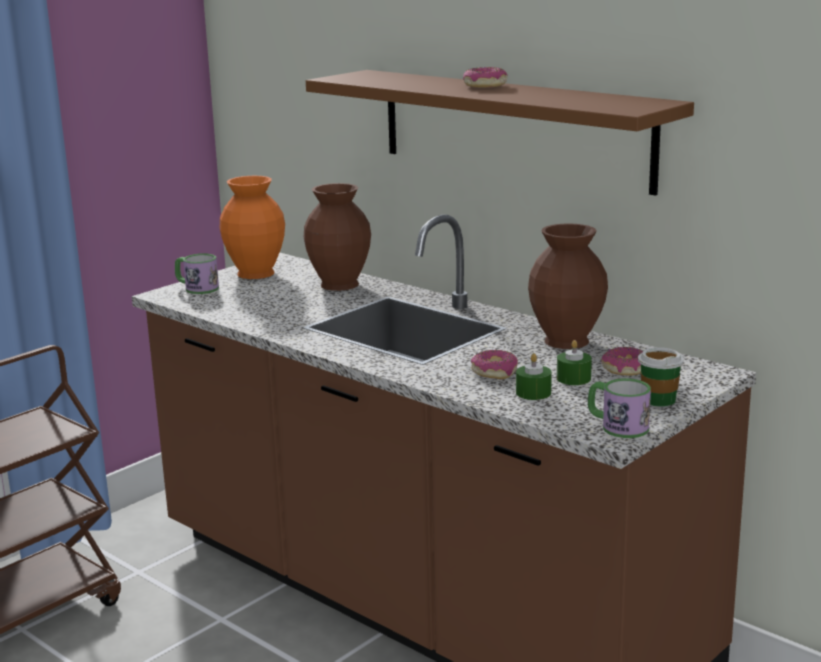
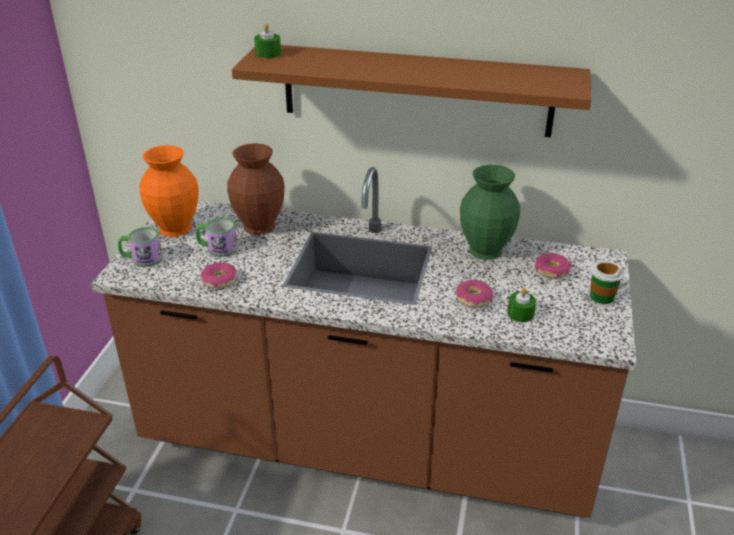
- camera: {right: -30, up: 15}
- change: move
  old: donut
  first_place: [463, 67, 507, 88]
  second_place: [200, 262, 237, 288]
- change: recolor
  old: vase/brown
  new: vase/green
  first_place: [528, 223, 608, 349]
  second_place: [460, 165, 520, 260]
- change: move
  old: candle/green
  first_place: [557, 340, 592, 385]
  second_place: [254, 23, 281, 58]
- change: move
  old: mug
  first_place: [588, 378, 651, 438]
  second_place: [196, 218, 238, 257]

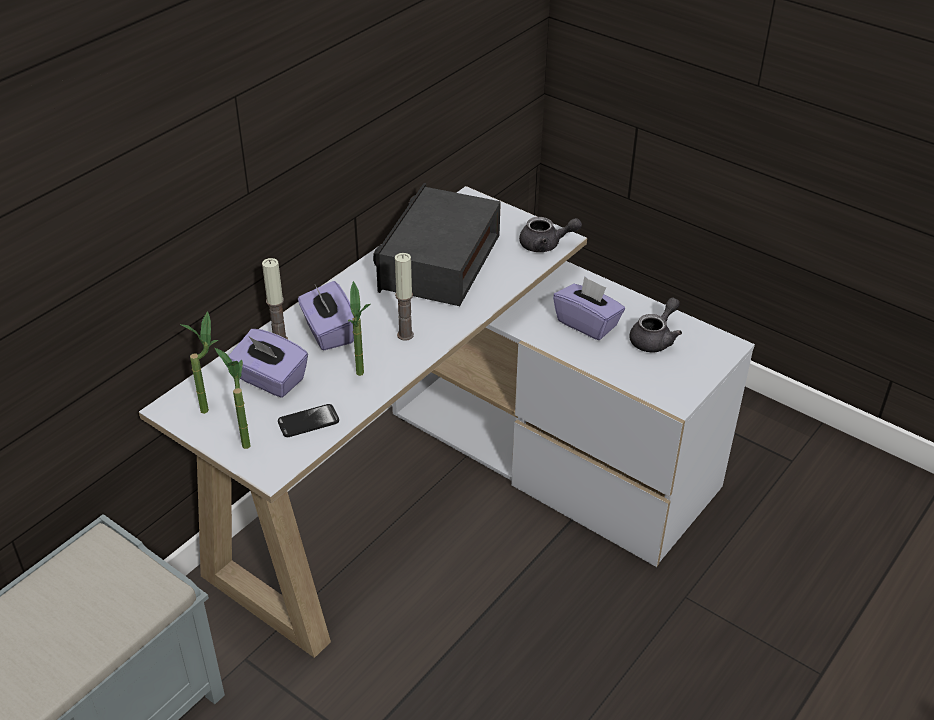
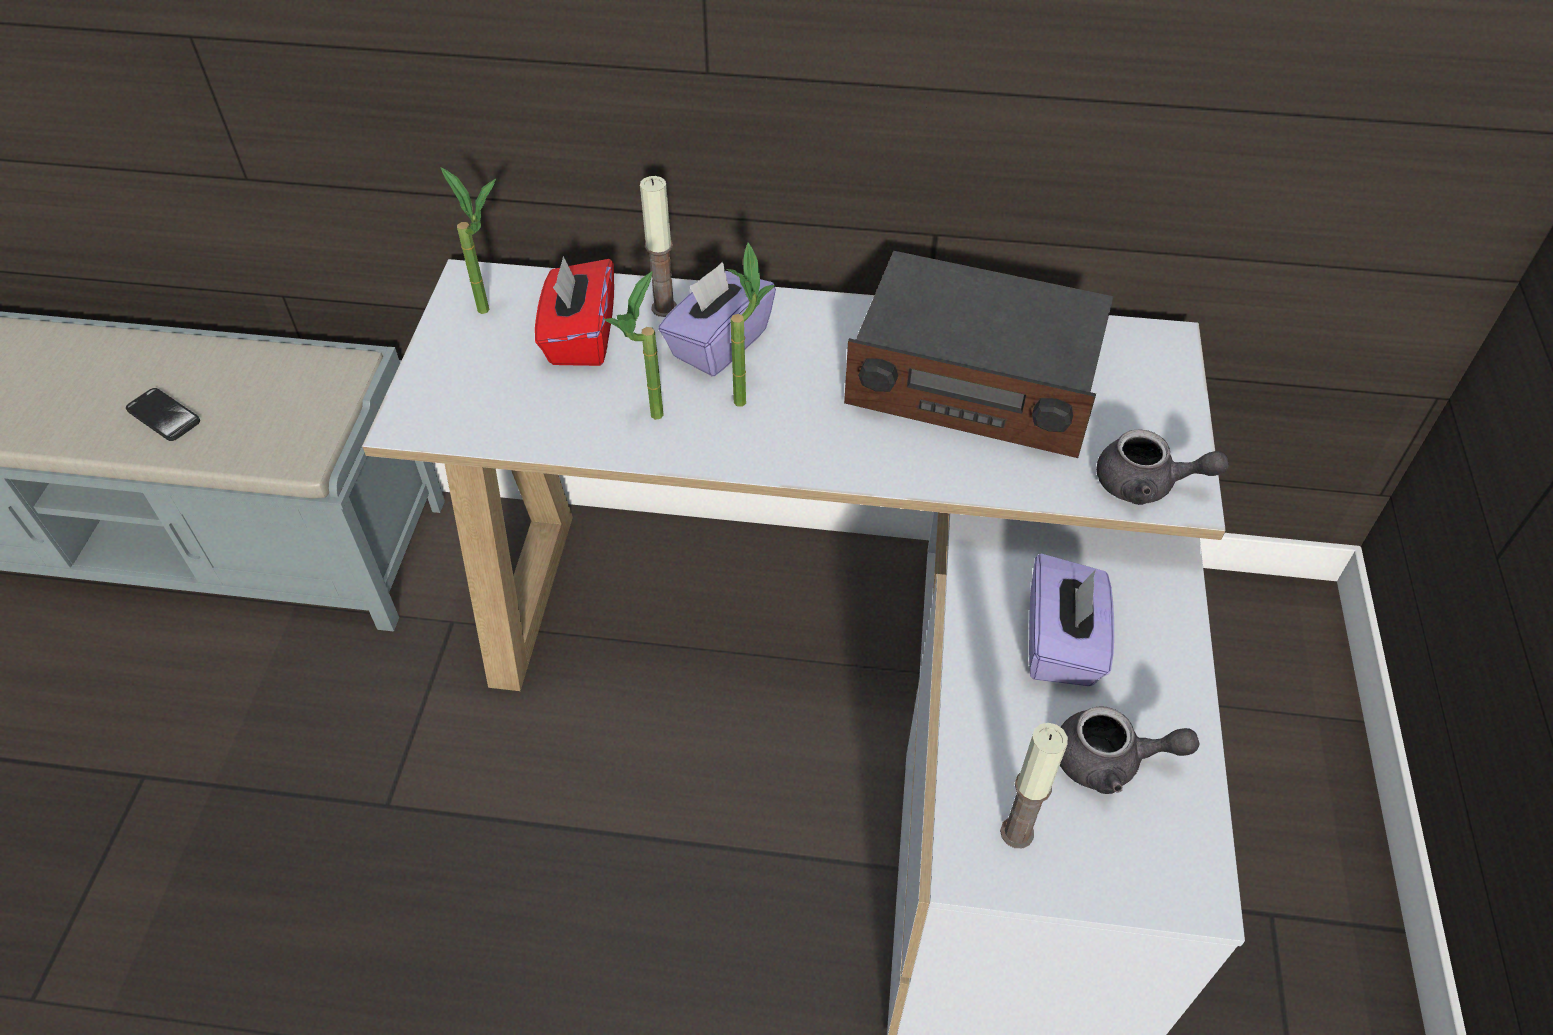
- camera: {right: 60, up: 10}
- change: move
  old: potted plant
  first_place: [215, 348, 251, 449]
  second_place: [727, 242, 775, 407]
- change: recolor
  old: tissue box/purple
  new: tissue box/red
  first_place: [229, 329, 308, 398]
  second_place: [535, 256, 614, 366]
- change: move
  old: phone
  first_place: [278, 404, 339, 437]
  second_place: [126, 388, 200, 441]
- change: rotate
  old: radio
  first_place: [373, 183, 501, 306]
  second_place: [844, 251, 1113, 458]
  degrees: -150
- change: move
  old: candle
  first_place: [395, 253, 414, 341]
  second_place: [1000, 723, 1068, 848]
- change: rotate
  old: teapot/grey
  first_place: [519, 217, 582, 252]
  second_place: [1096, 429, 1229, 505]
  degrees: -45

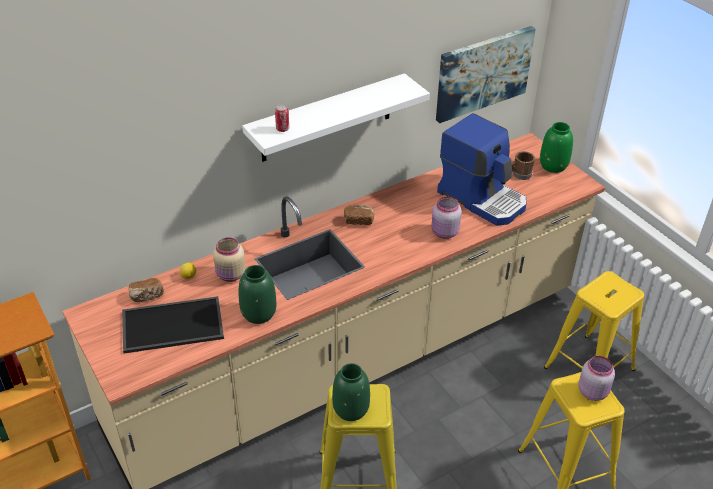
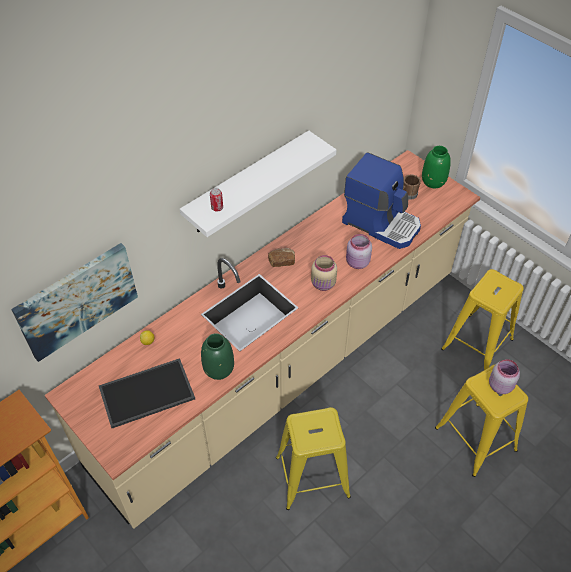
- camera: {right: -10, up: 10}
- change: delete
  old: bread
  first_place: [129, 278, 164, 302]
- change: move
  old: jar/beige
  first_place: [213, 237, 246, 282]
  second_place: [311, 255, 337, 291]
- change: delete
  old: vase/green
  first_place: [332, 363, 370, 421]
- change: move
  old: picture
  first_place: [436, 26, 536, 123]
  second_place: [11, 243, 138, 362]

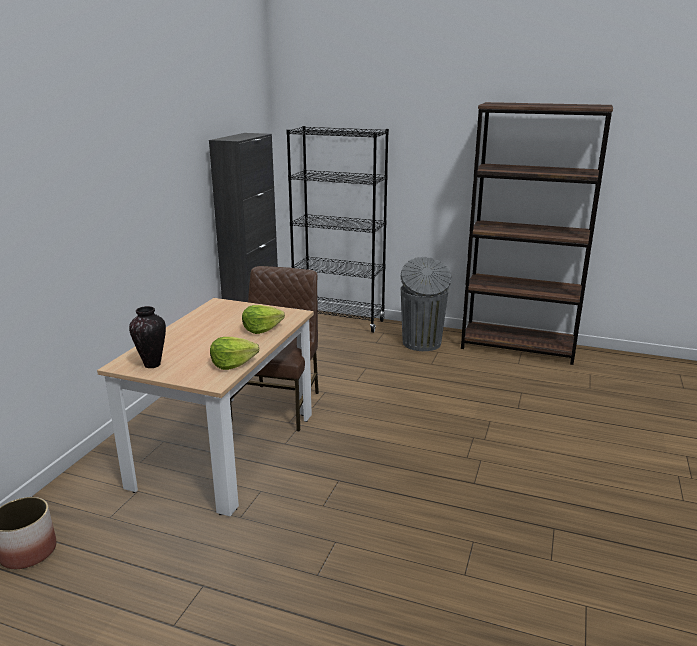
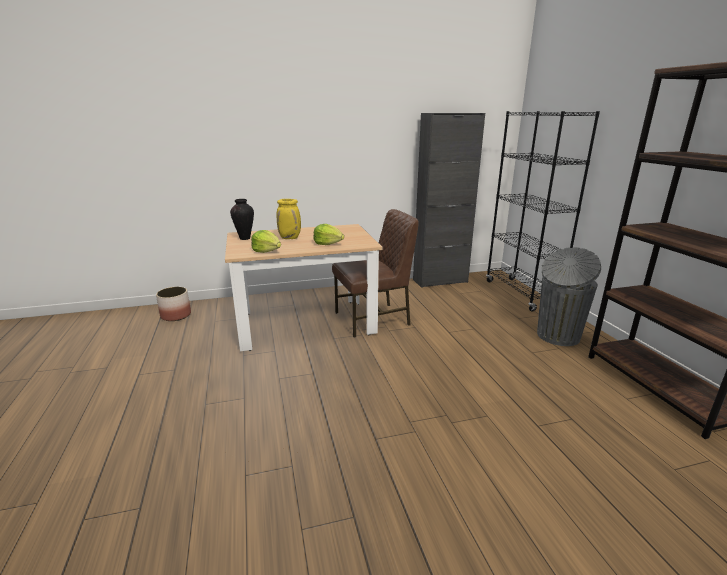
- camera: {right: 55, up: 0}
- change: insert
  new: vase/yellow
  second_place: [277, 199, 301, 239]

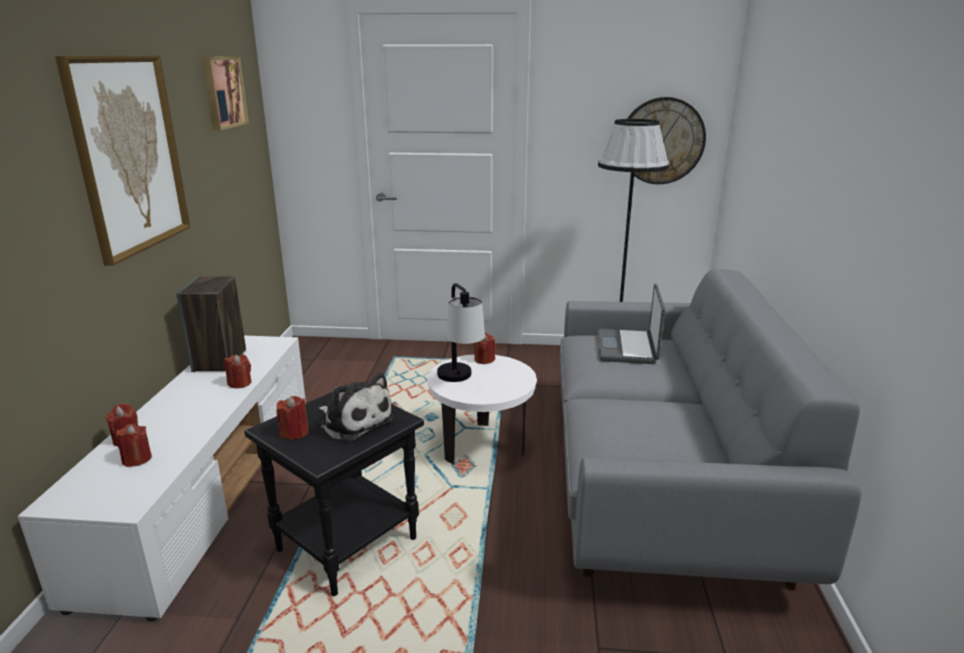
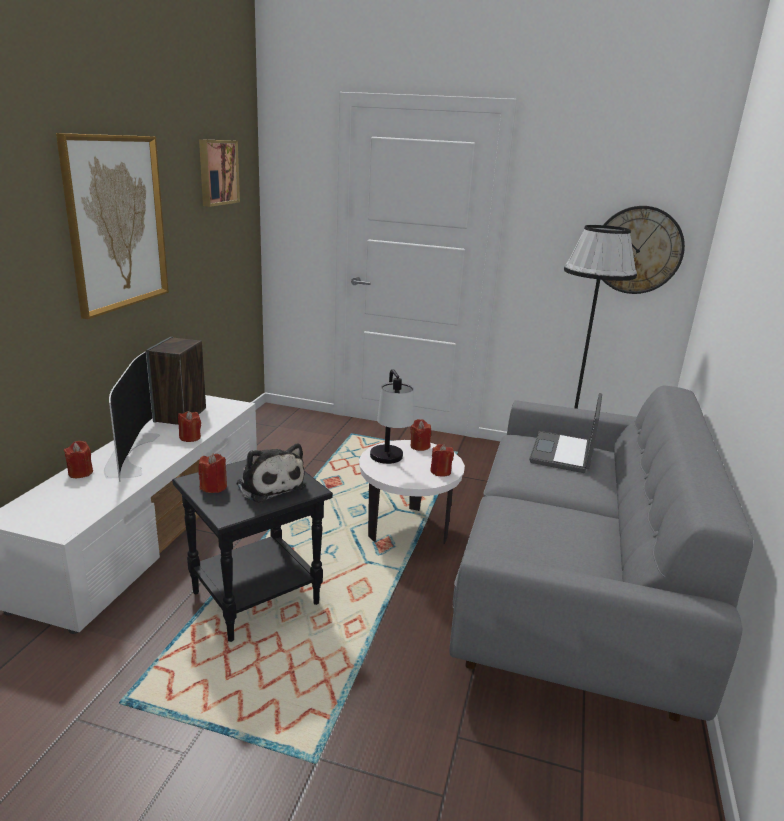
- camera: {right: 10, up: 0}
- change: move
  old: candle/red
  first_place: [115, 424, 152, 467]
  second_place: [430, 444, 454, 477]
- change: insert
  new: television
  second_place: [104, 352, 160, 482]

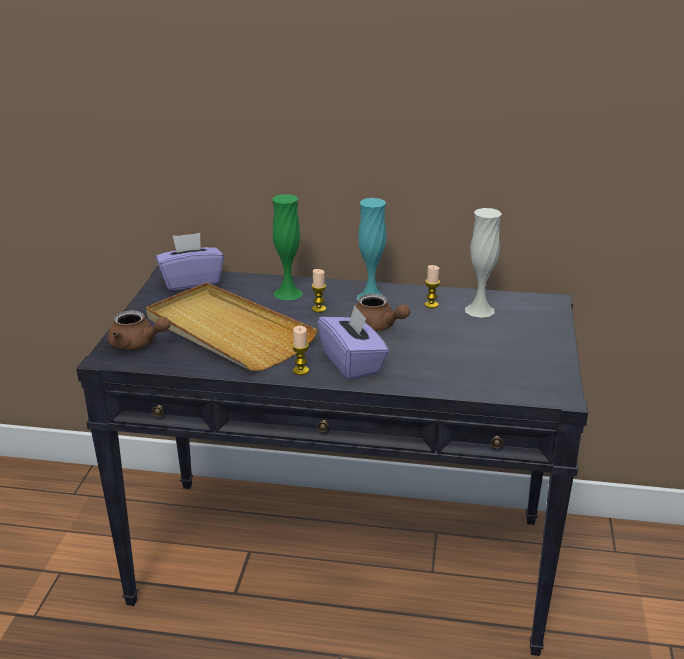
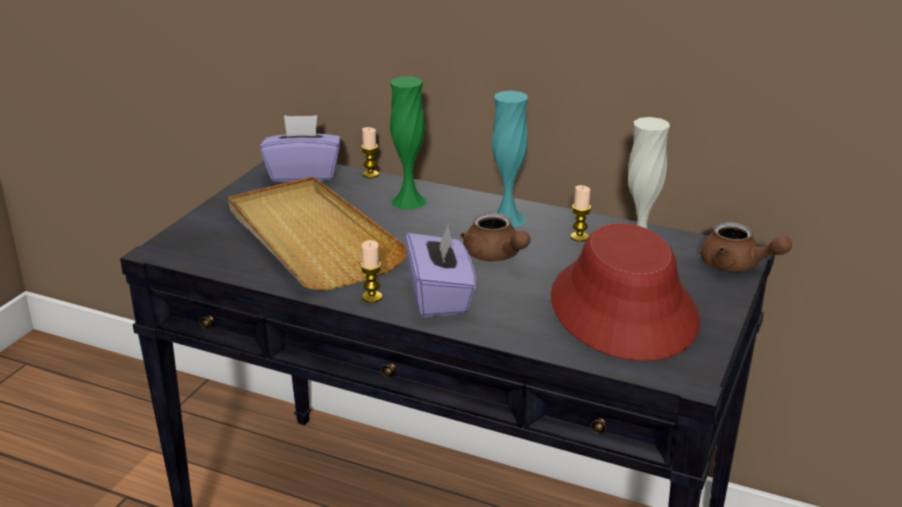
- camera: {right: 15, up: 0}
- change: move
  old: teapot/brown
  first_place: [108, 310, 171, 350]
  second_place: [700, 222, 792, 272]
- change: move
  old: candle
  first_place: [311, 269, 326, 313]
  second_place: [361, 127, 379, 178]
- change: insert
  new: hat/red
  second_place: [551, 223, 700, 361]

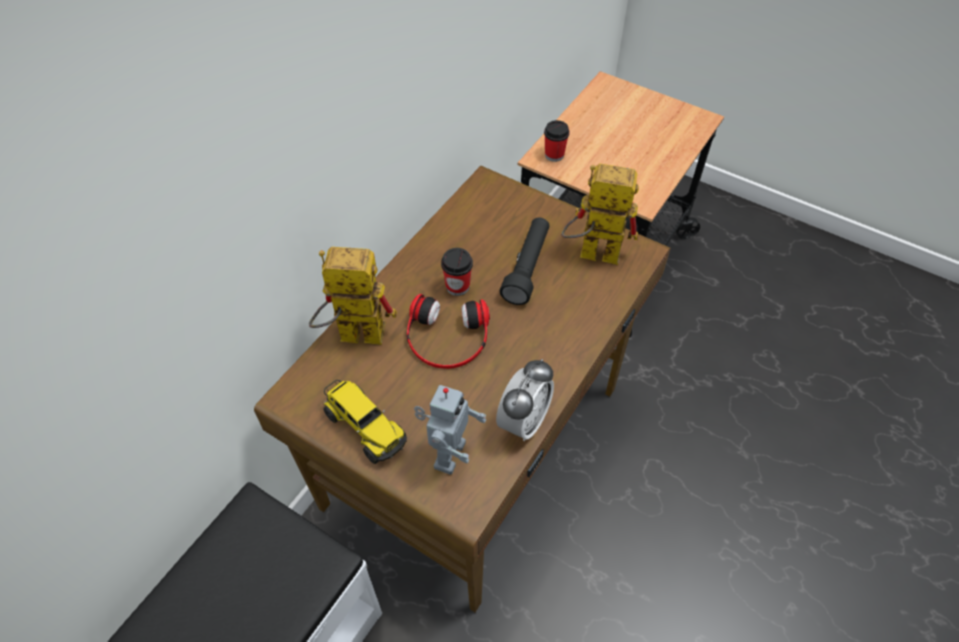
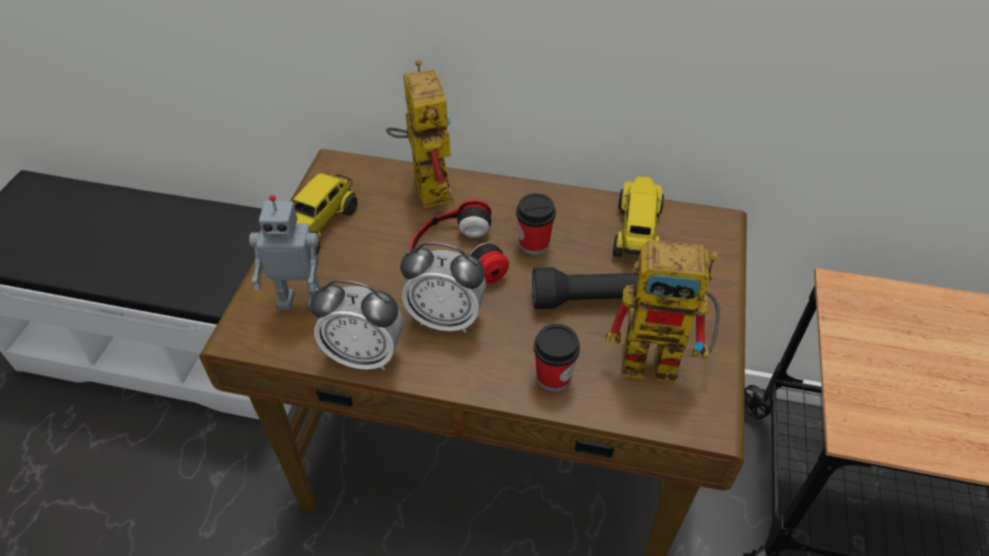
- camera: {right: 70, up: -5}
- change: move
  old: cup
  first_place: [544, 120, 570, 162]
  second_place: [534, 324, 580, 392]
- change: rotate
  old: toy robot
  first_place: [561, 164, 639, 265]
  second_place: [605, 240, 720, 383]
  degrees: 105
- change: insert
  new: alarm clock
  second_place: [400, 242, 486, 333]
- change: insert
  new: toy truck
  second_place: [613, 176, 664, 257]

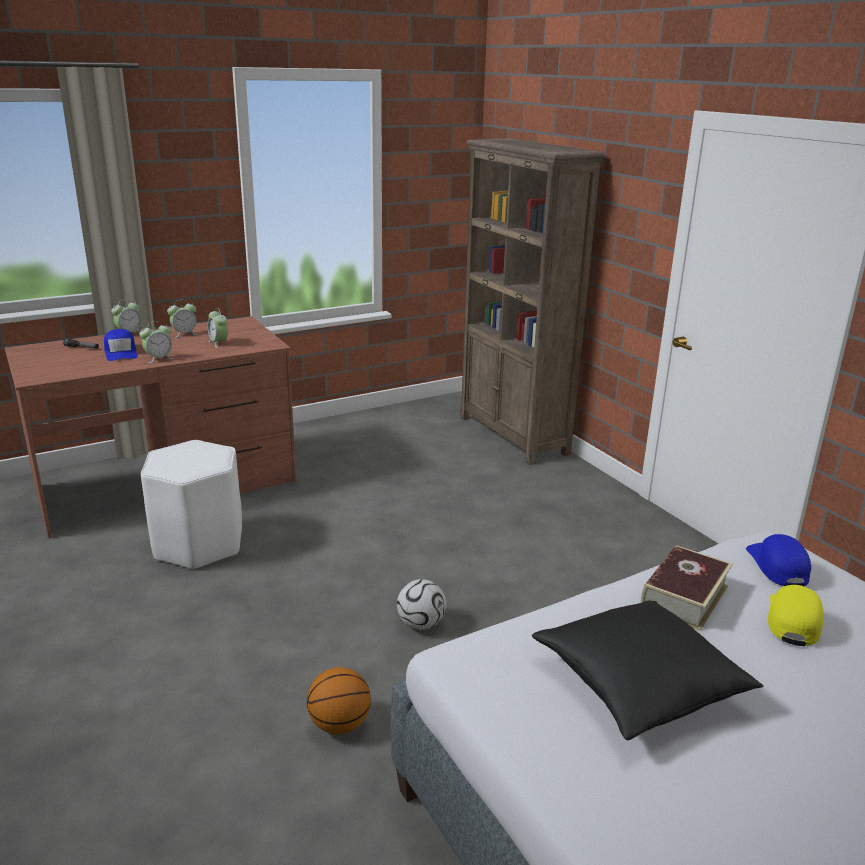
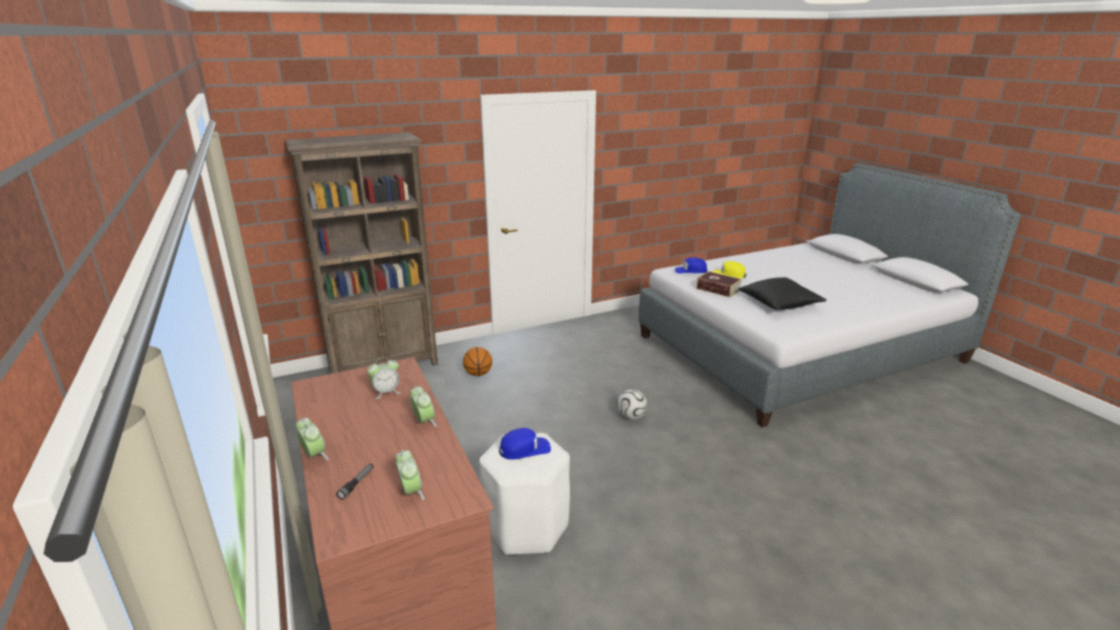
- camera: {right: -85, up: 0}
- change: move
  old: cap/blue
  first_place: [104, 329, 138, 361]
  second_place: [499, 428, 551, 459]
- change: move
  old: alarm clock
  first_place: [167, 300, 198, 338]
  second_place: [396, 450, 425, 500]
- change: move
  old: basketball
  first_place: [307, 667, 371, 734]
  second_place: [463, 347, 492, 376]

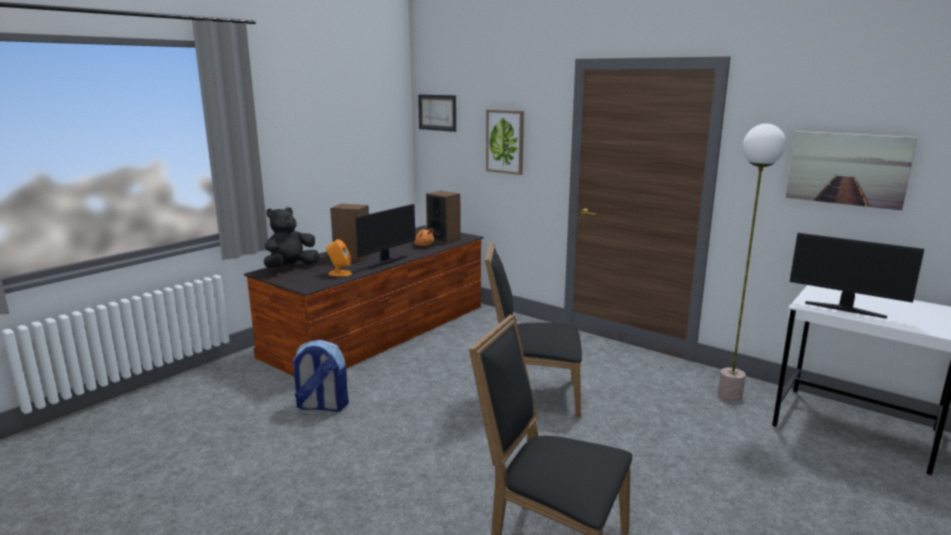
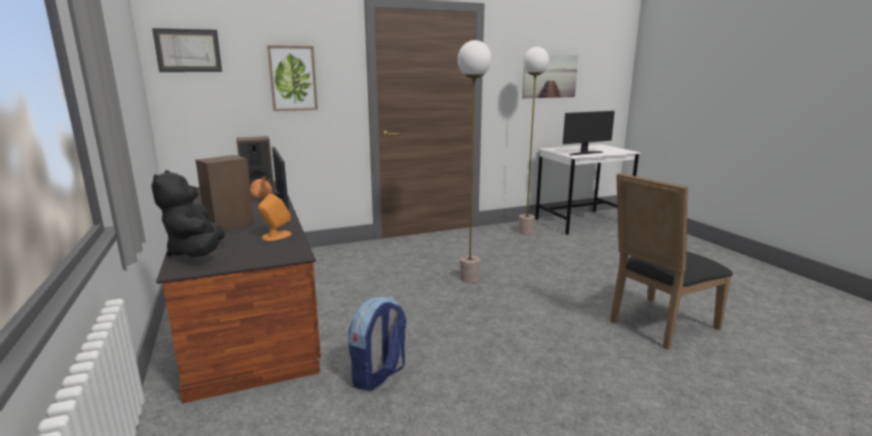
- camera: {right: -60, up: 0}
- change: replace
  old: chair/black
  new: floor lamp
  first_place: [485, 241, 582, 418]
  second_place: [458, 40, 491, 283]

